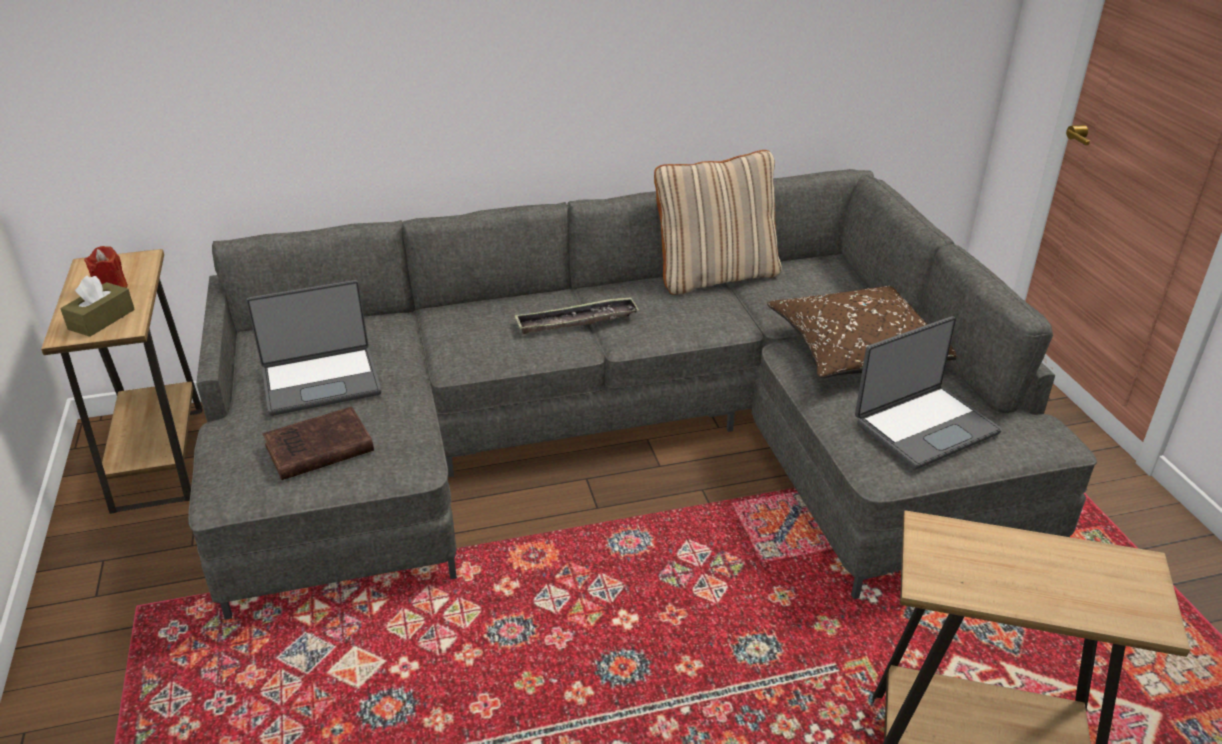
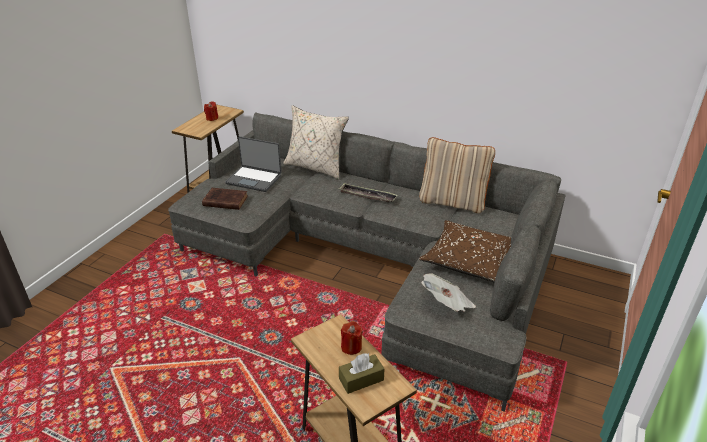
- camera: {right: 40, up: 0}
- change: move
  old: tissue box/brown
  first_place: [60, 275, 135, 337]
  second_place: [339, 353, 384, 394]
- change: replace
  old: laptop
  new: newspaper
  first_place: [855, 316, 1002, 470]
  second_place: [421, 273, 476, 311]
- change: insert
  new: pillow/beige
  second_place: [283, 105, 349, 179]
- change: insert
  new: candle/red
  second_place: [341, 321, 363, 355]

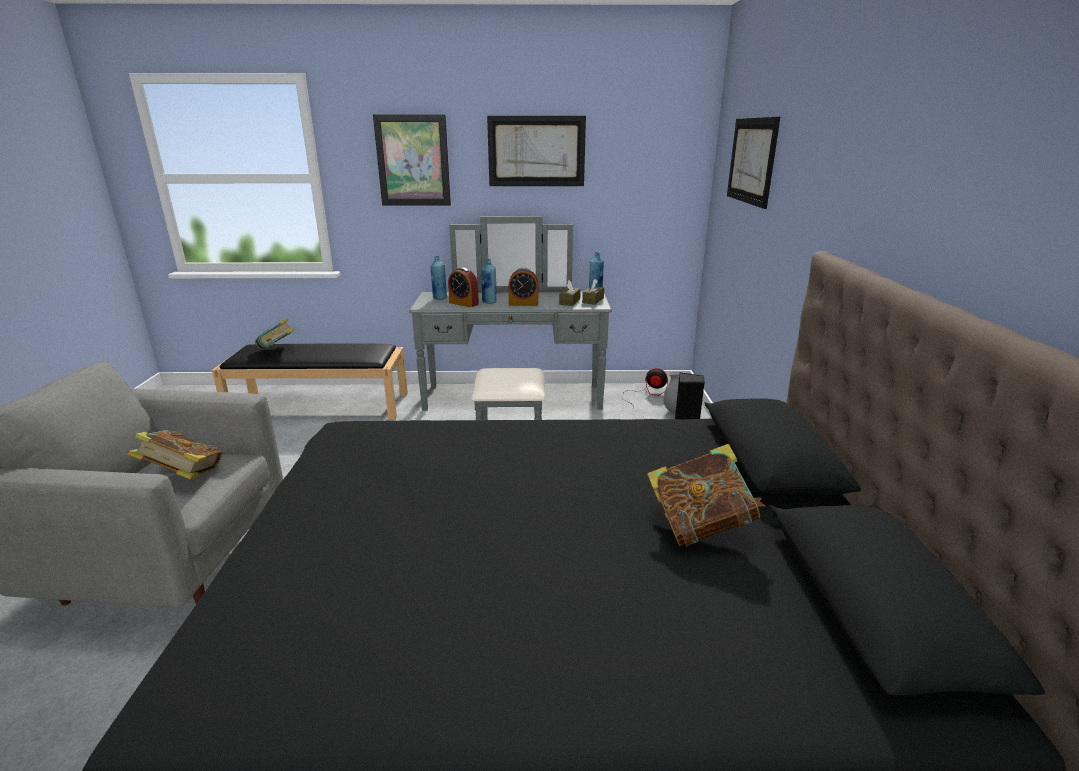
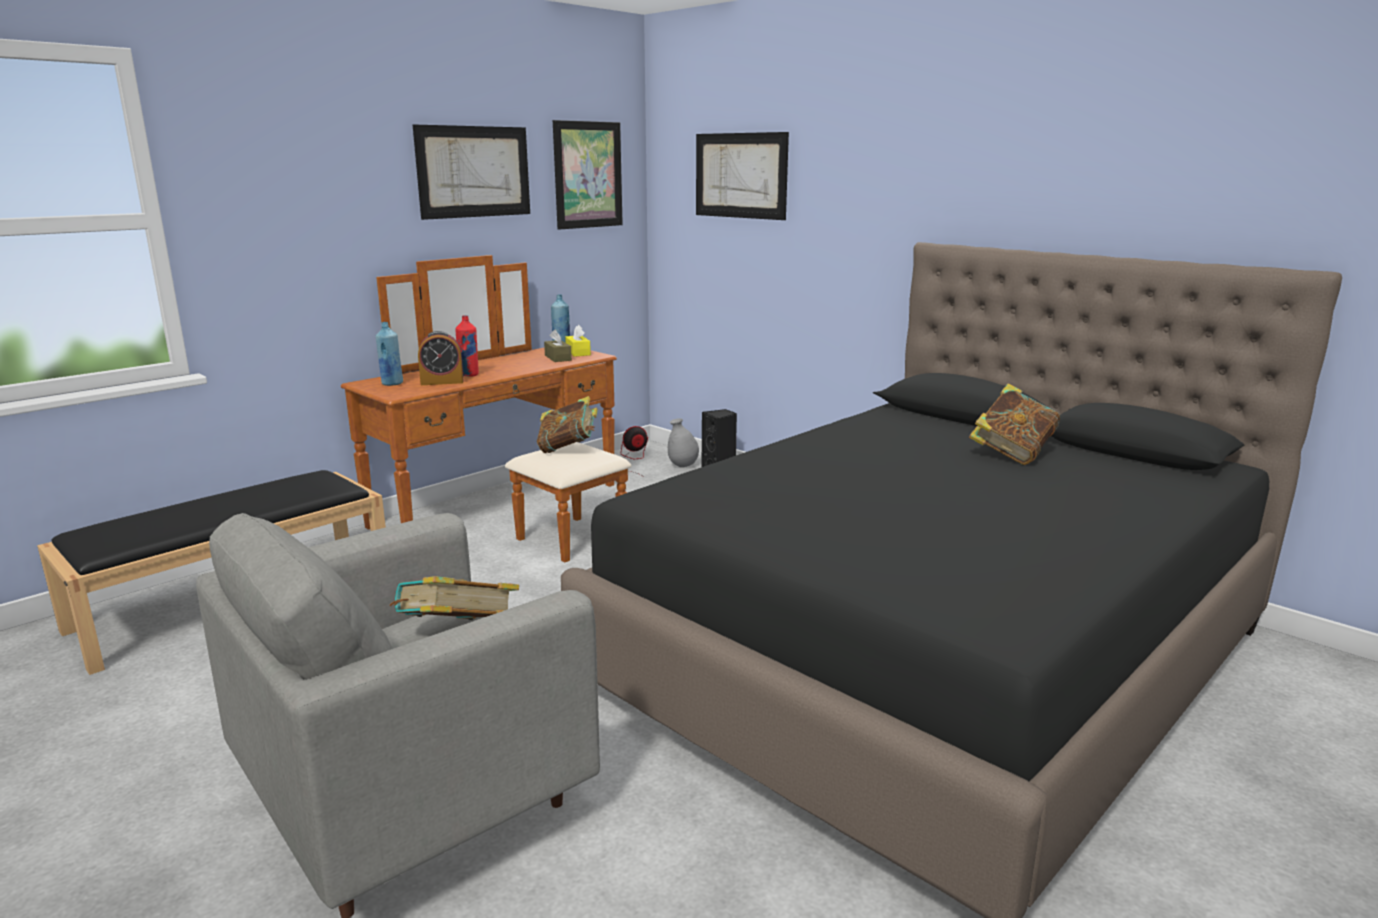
- camera: {right: -45, up: -5}
- change: move
  old: book
  first_place: [255, 318, 295, 350]
  second_place: [537, 396, 598, 453]
- change: move
  old: picture
  first_place: [373, 115, 451, 206]
  second_place: [553, 120, 623, 230]
- change: recolor
  old: dresser/grey
  new: dresser/brown
  first_place: [409, 216, 612, 420]
  second_place: [341, 255, 631, 562]
- change: recolor
  old: bottle/blue
  new: bottle/red
  first_place: [481, 259, 496, 304]
  second_place: [455, 315, 479, 377]
- change: delete
  old: alarm clock
  first_place: [508, 268, 538, 306]
- change: recolor
  old: tissue box/brown
  new: tissue box/yellow
  first_place: [582, 279, 604, 305]
  second_place: [565, 325, 591, 357]

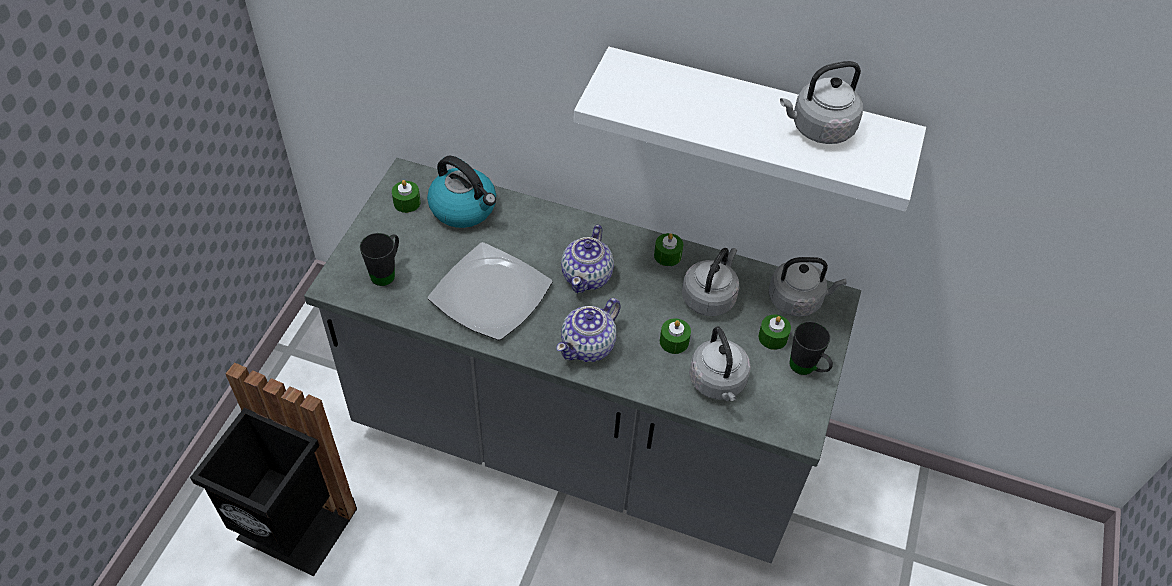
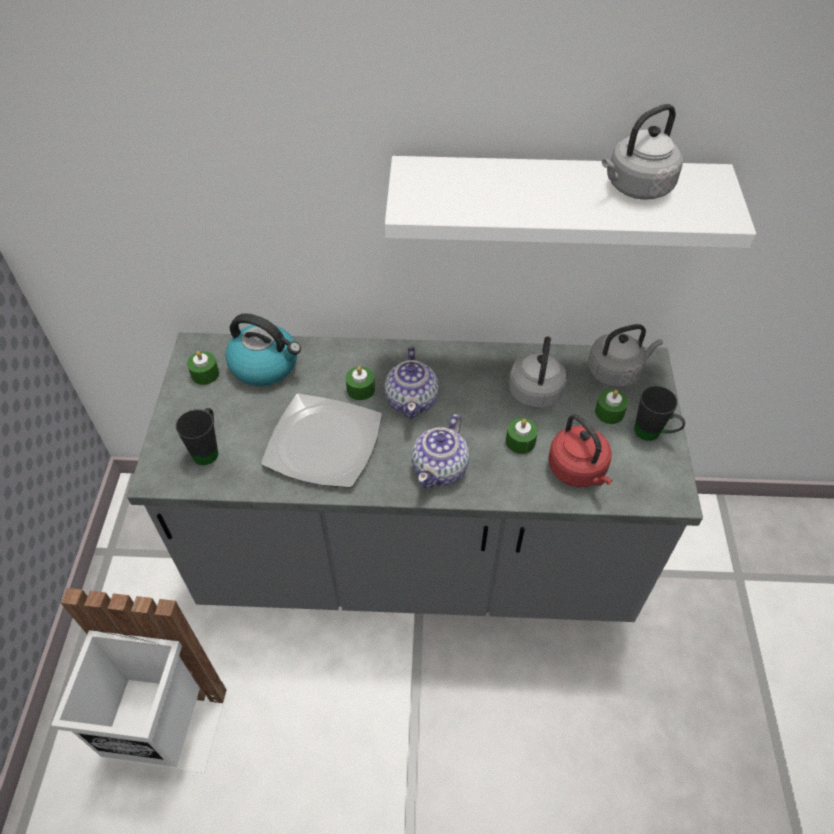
- camera: {right: -15, up: 0}
- change: recolor
  old: trash can/black
  new: trash can/white
  first_place: [190, 362, 357, 576]
  second_place: [51, 588, 227, 773]
- change: move
  old: candle/green
  first_place: [654, 233, 683, 266]
  second_place: [346, 366, 375, 400]
- change: recolor
  old: kettle/grey
  new: kettle/red
  first_place: [689, 327, 751, 401]
  second_place: [548, 414, 613, 487]

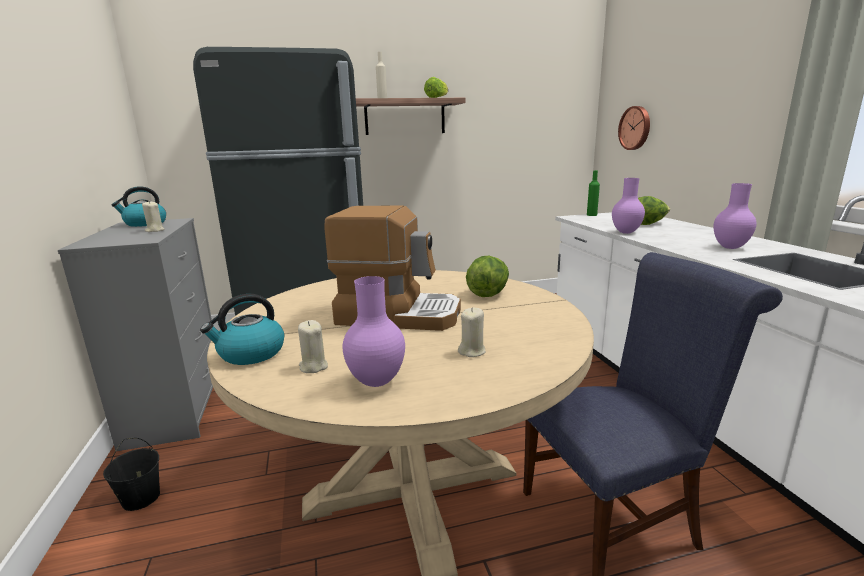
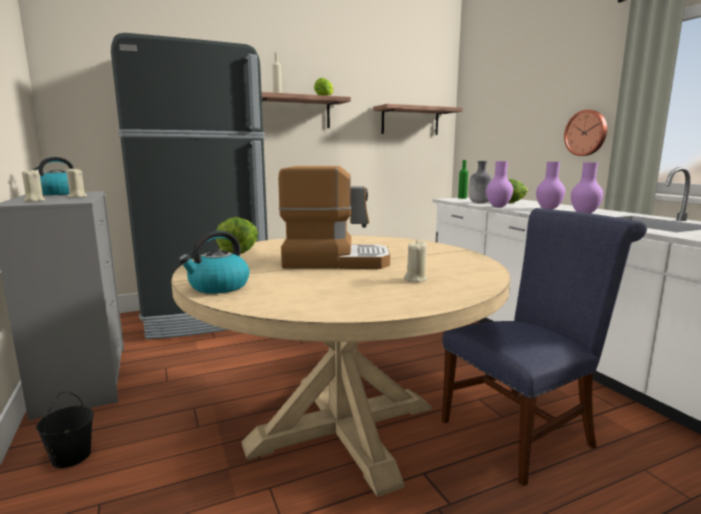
- camera: {right: -10, up: -5}
- change: move
  old: candle/beige
  first_place: [298, 320, 328, 373]
  second_place: [22, 169, 45, 202]
- change: move
  old: vase/purple
  first_place: [343, 276, 405, 387]
  second_place: [536, 162, 565, 210]
- change: move
  old: lettuce
  first_place: [466, 256, 509, 297]
  second_place: [216, 217, 258, 254]
- change: move
  old: wall clock
  first_place: [618, 106, 650, 150]
  second_place: [564, 110, 607, 156]
- change: insert
  new: shelf
  second_place: [373, 104, 462, 135]
- change: insert
  new: bottle/grey
  second_place: [469, 161, 493, 203]

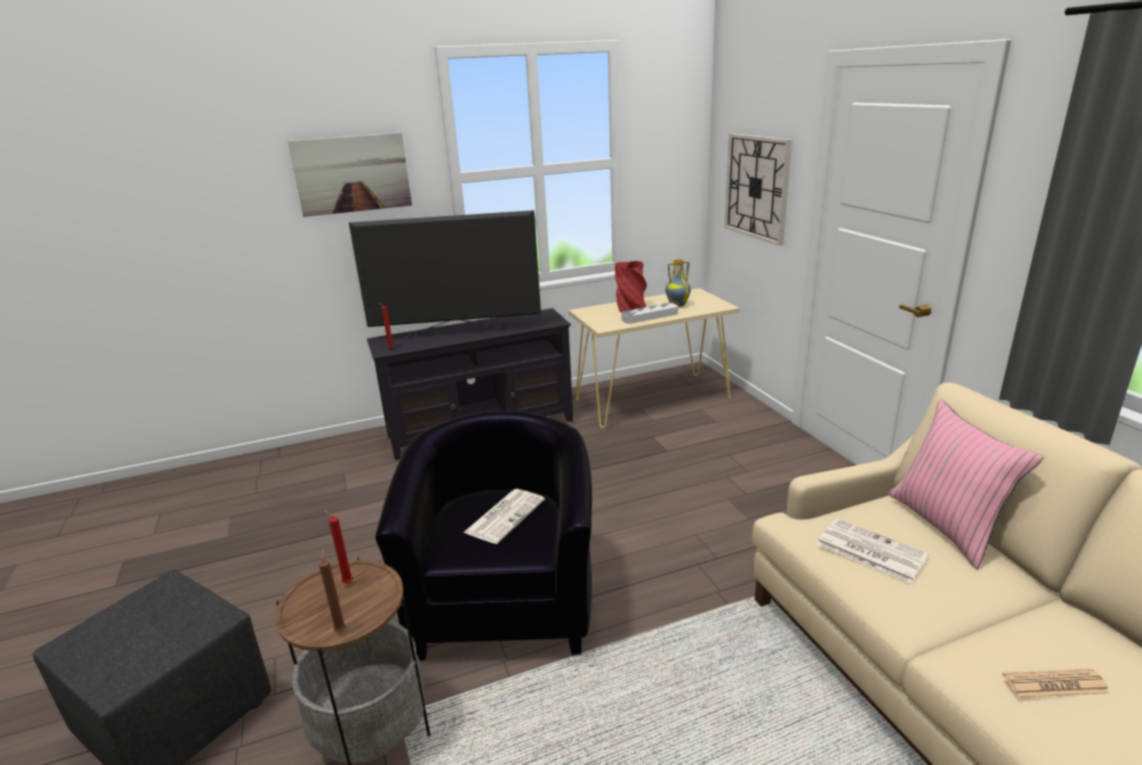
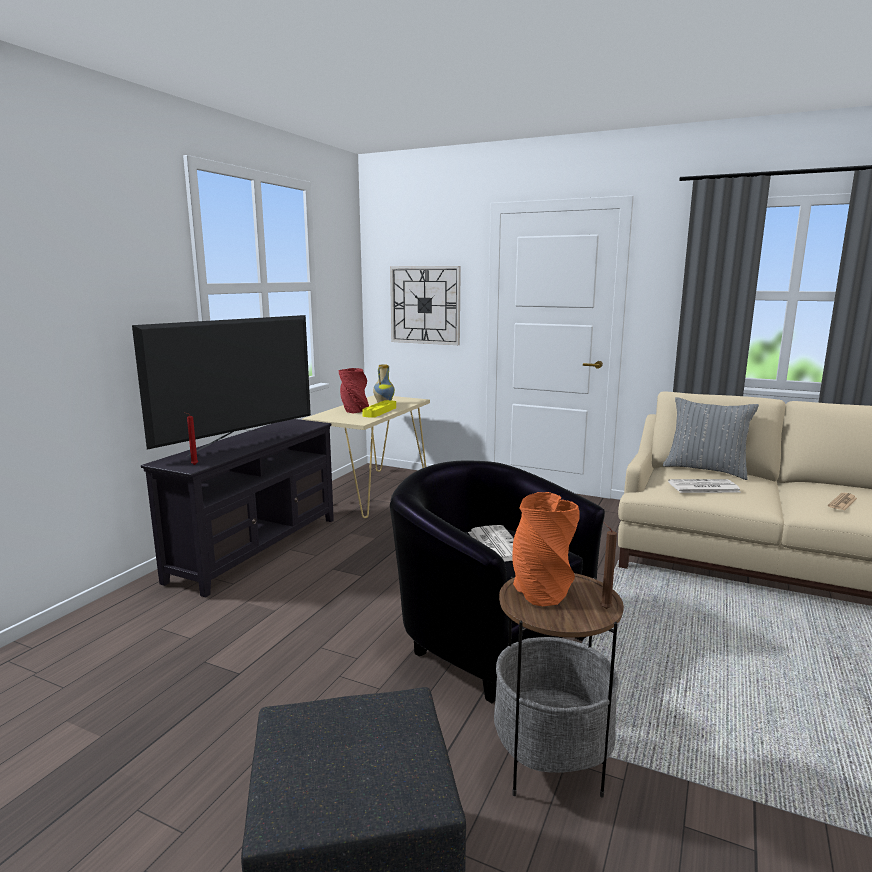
- camera: {right: -45, up: -10}
- change: delete
  old: picture
  first_place: [288, 132, 412, 217]
- change: replace
  old: candle/red
  new: vase/orange
  first_place: [323, 510, 353, 584]
  second_place: [512, 492, 580, 606]
- change: recolor
  old: tray/grey
  new: tray/yellow
  first_place: [622, 303, 678, 324]
  second_place: [362, 400, 396, 418]
- change: recolor
  old: pillow/pink
  new: pillow/grey
  first_place: [889, 400, 1044, 569]
  second_place: [663, 397, 759, 480]

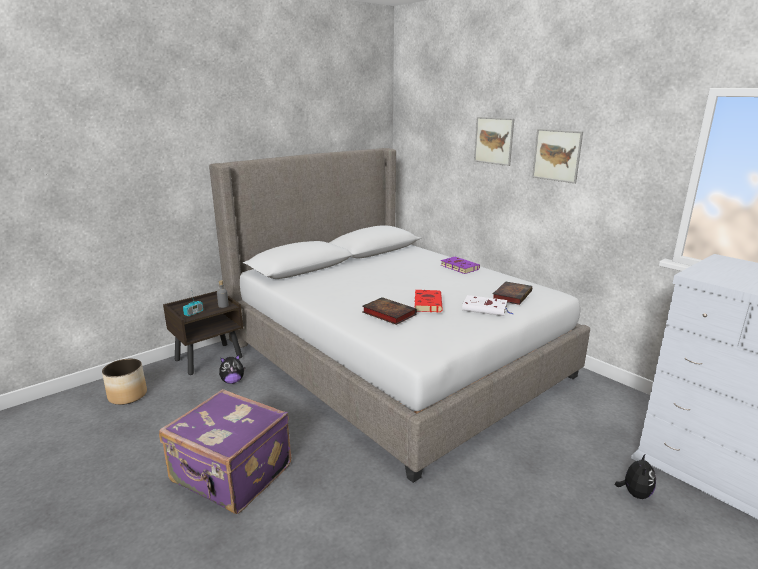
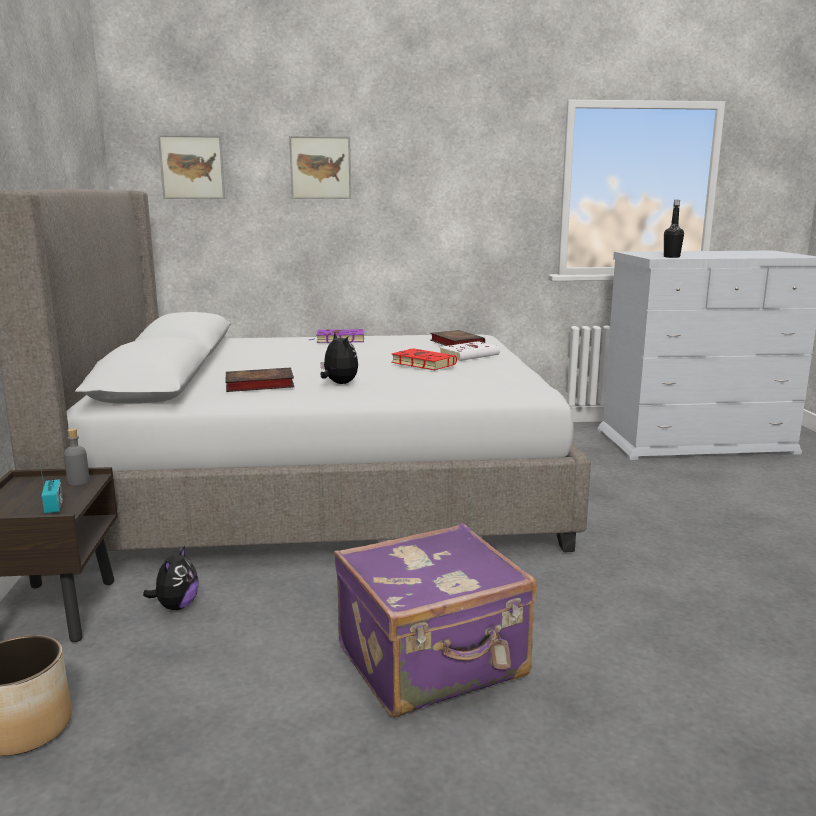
- camera: {right: -55, up: -5}
- change: move
  old: book
  first_place: [362, 297, 417, 325]
  second_place: [225, 367, 294, 392]
- change: move
  old: picture
  first_place: [532, 129, 583, 184]
  second_place: [158, 135, 225, 199]
- change: move
  old: plush toy
  first_place: [615, 453, 656, 499]
  second_place: [320, 333, 358, 384]
- change: insert
  new: bottle/black
  second_place: [664, 200, 684, 258]

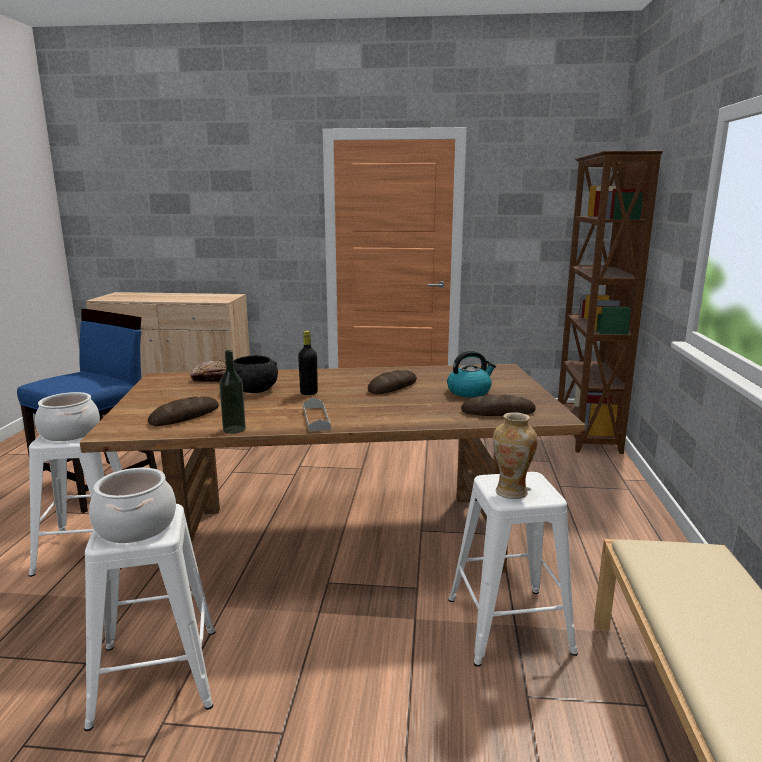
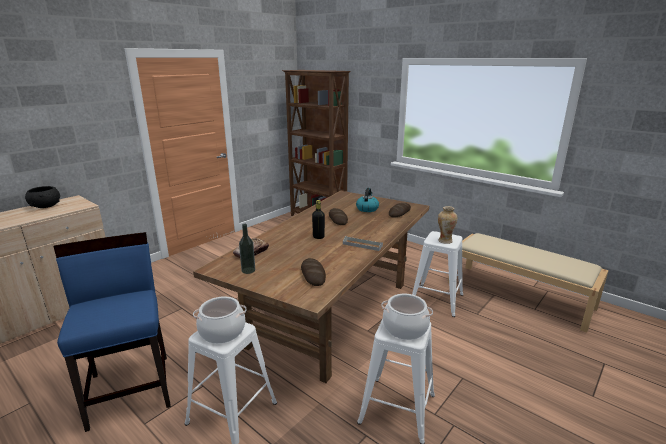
- camera: {right: -55, up: 5}
- change: move
  old: bottle
  first_place: [219, 350, 246, 434]
  second_place: [239, 224, 255, 274]
- change: move
  old: bowl/black
  first_place: [233, 355, 278, 393]
  second_place: [25, 186, 60, 208]

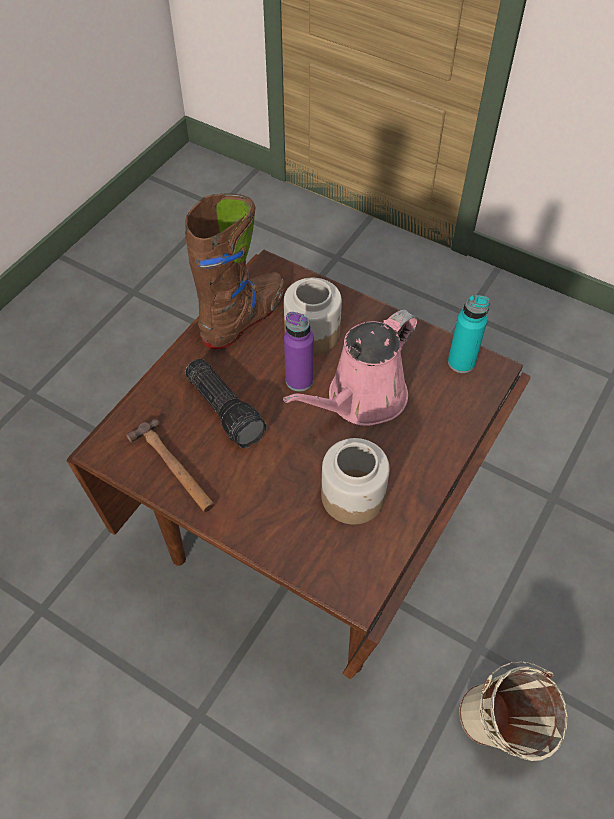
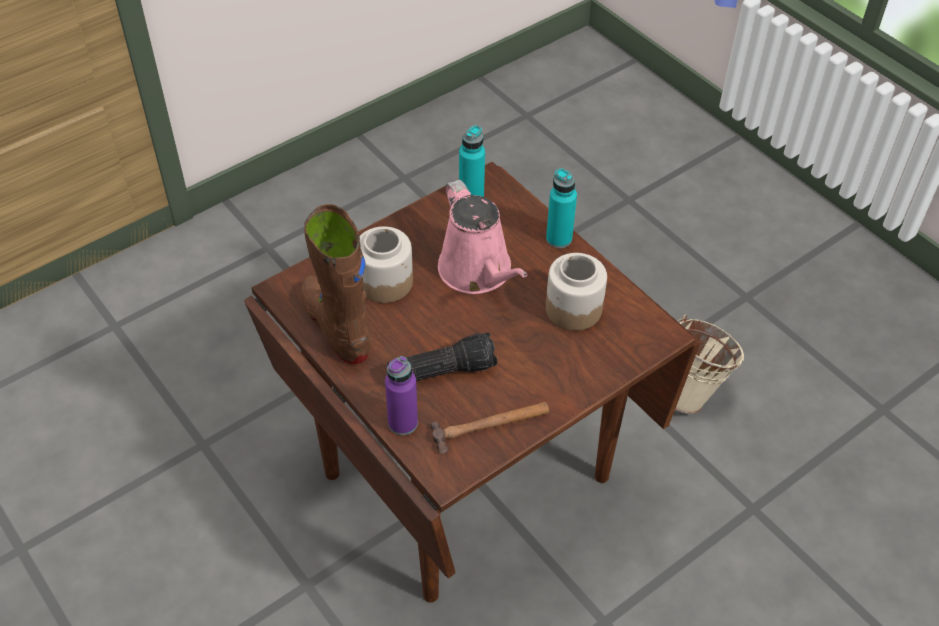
- camera: {right: -70, up: -5}
- change: move
  old: bottle/purple
  first_place: [284, 312, 314, 391]
  second_place: [385, 356, 418, 435]
- change: insert
  new: bottle/turquoise
  second_place: [546, 168, 577, 248]

